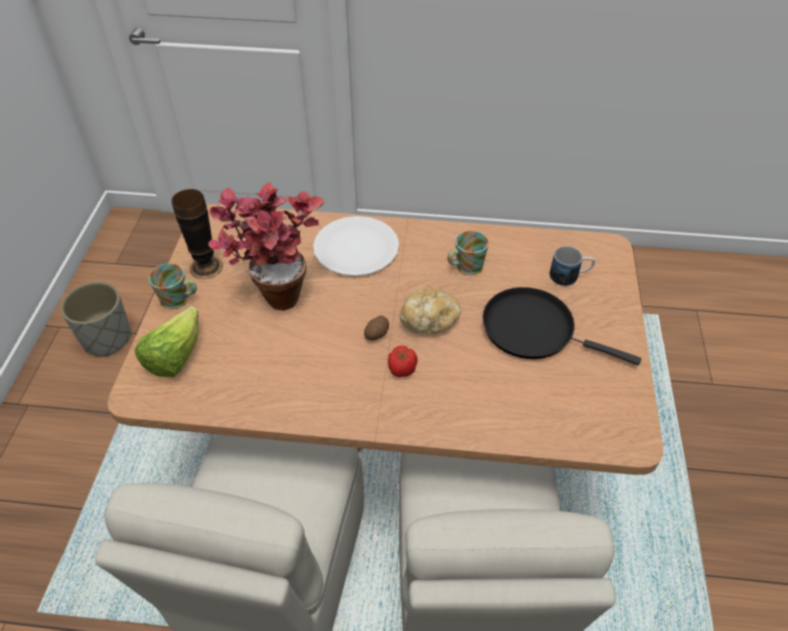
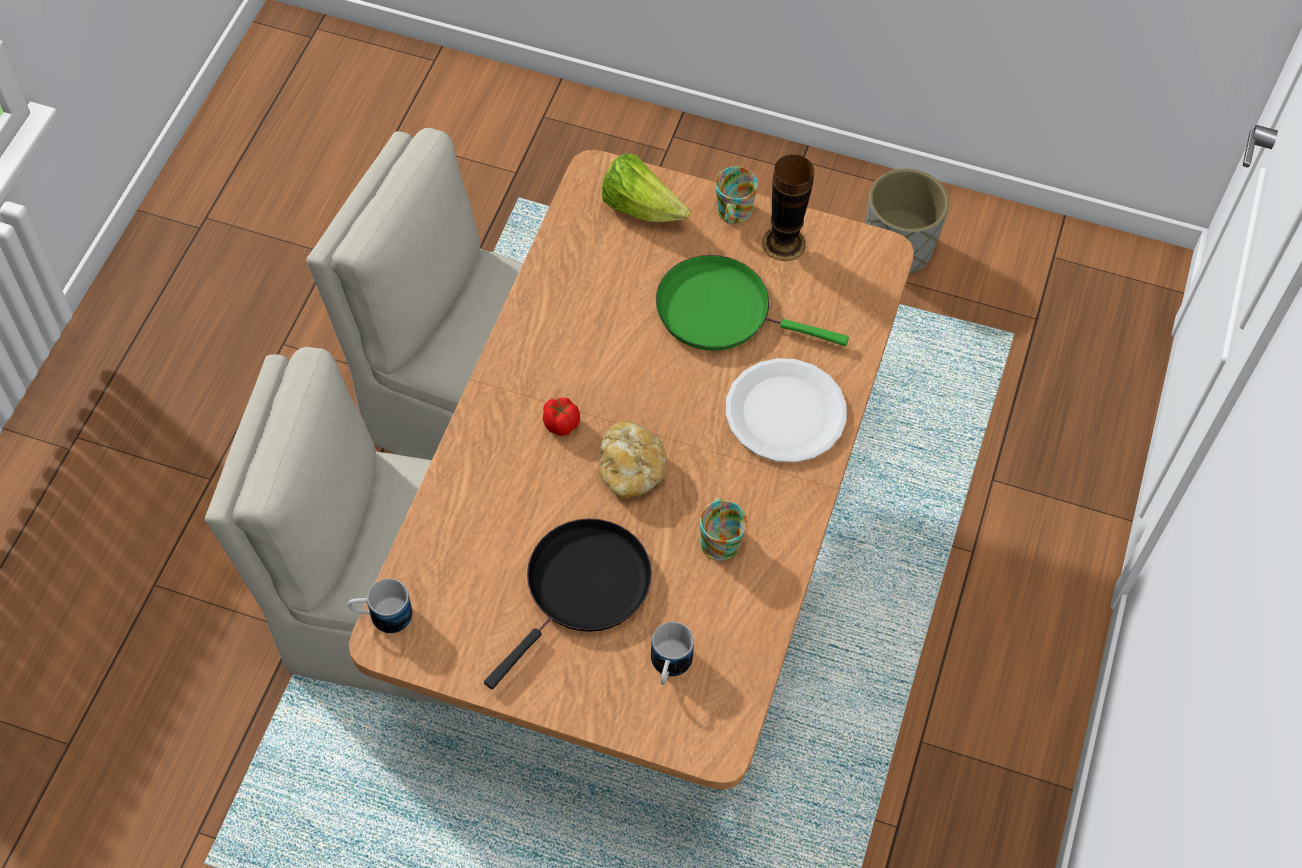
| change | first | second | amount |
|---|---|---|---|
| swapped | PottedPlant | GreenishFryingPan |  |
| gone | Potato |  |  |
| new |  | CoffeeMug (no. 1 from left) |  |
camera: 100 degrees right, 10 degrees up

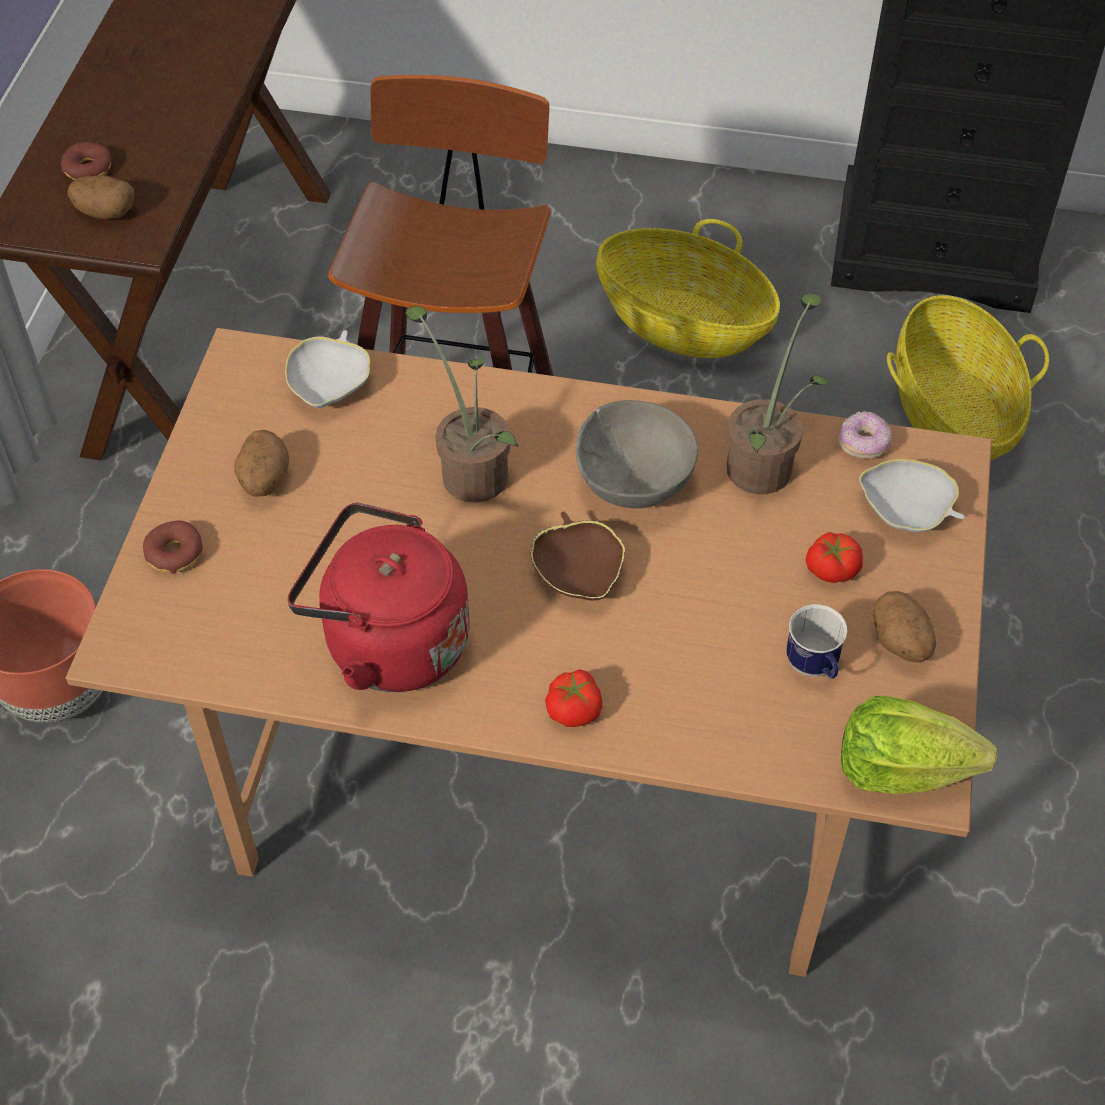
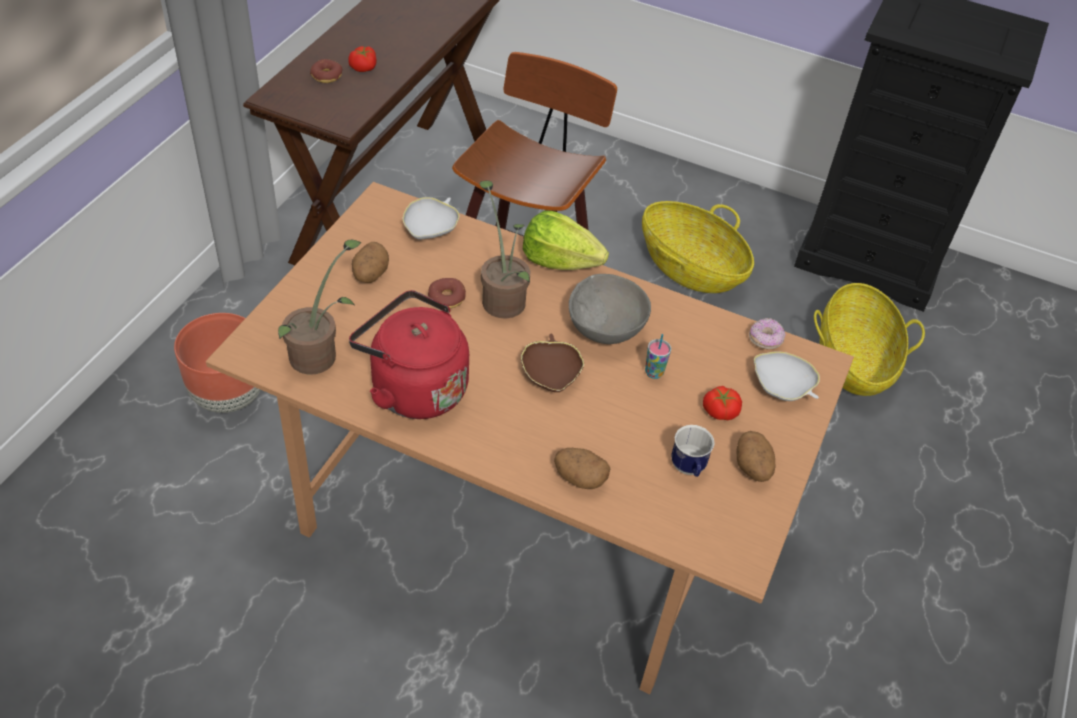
| change | first | second | amount |
|---|---|---|---|
| shifted | Potato (no. 1 from left in the first image) | Potato (no. 2 from left) |  |
| shifted | PottedPlant (no. 2 from left in the first image) | PottedPlant (no. 1 from left) |  |
| shifted | Donut (no. 2 from left) |  |  |
| shifted | Tomato (no. 1 from left) |  |  |
| shifted | HeadOfLettuce |  |  |
| new |  | SmallCup |  |
camera: 10 degrees right, 5 degrees down

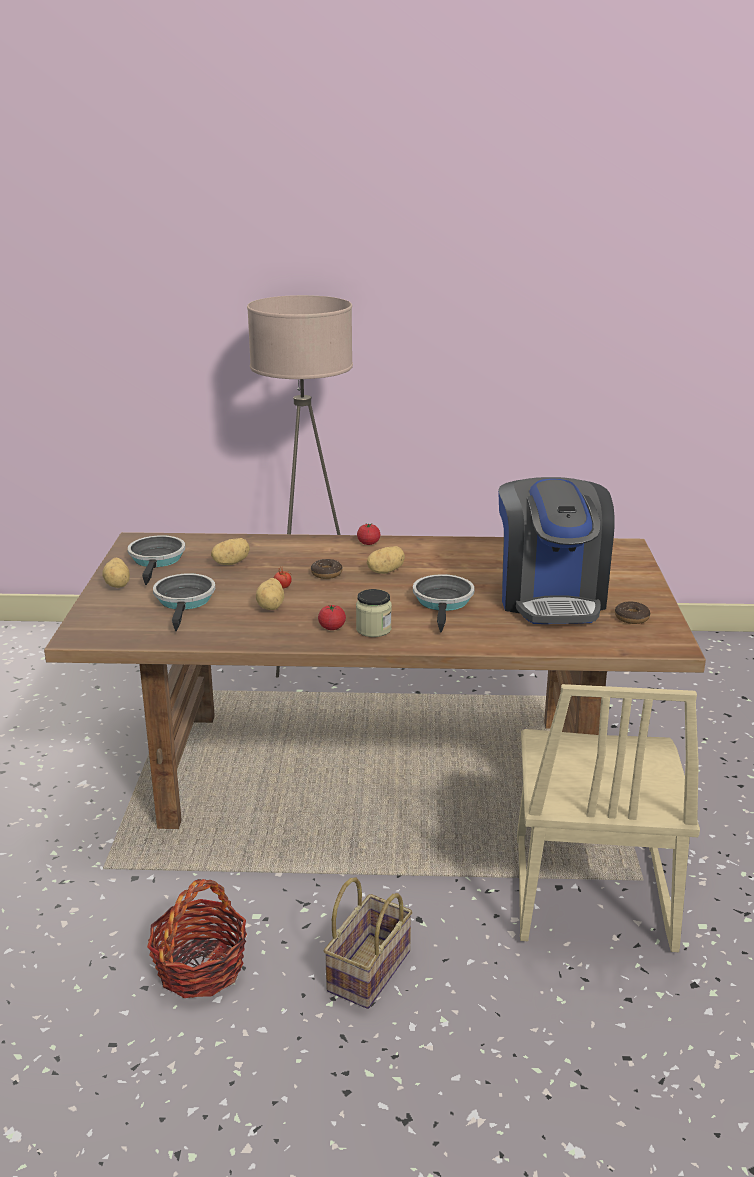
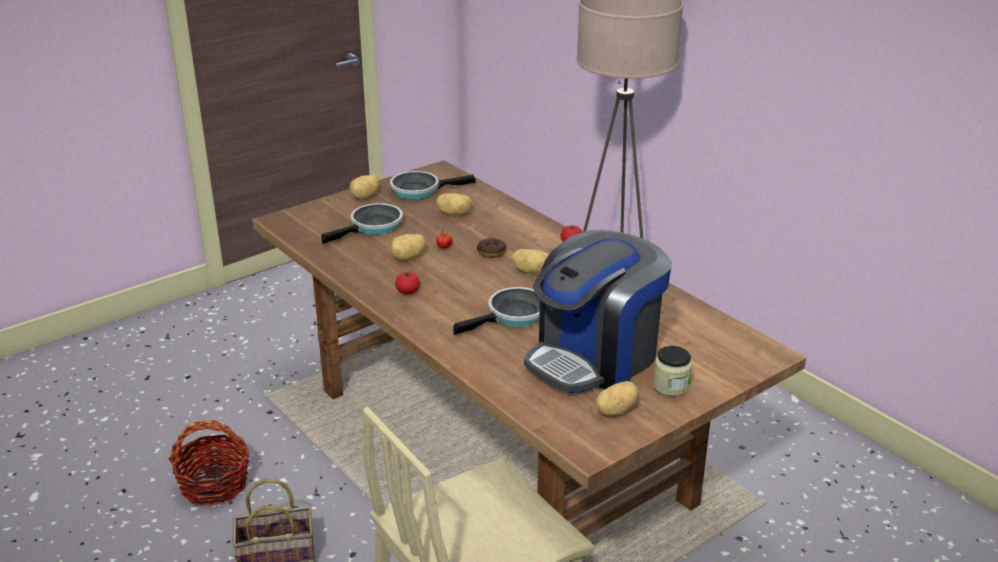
| change | first | second | amount |
|---|---|---|---|
| rotated | FryingPan (no. 1 from left in the first image) | FryingPan (no. 2 from left) | 150 degrees counterclockwise |
| shifted | Jar |  |  |
| swapped | Donut (no. 2 from left) | Potato (no. 5 from left) |  |
camera: 50 degrees right, 5 degrees up

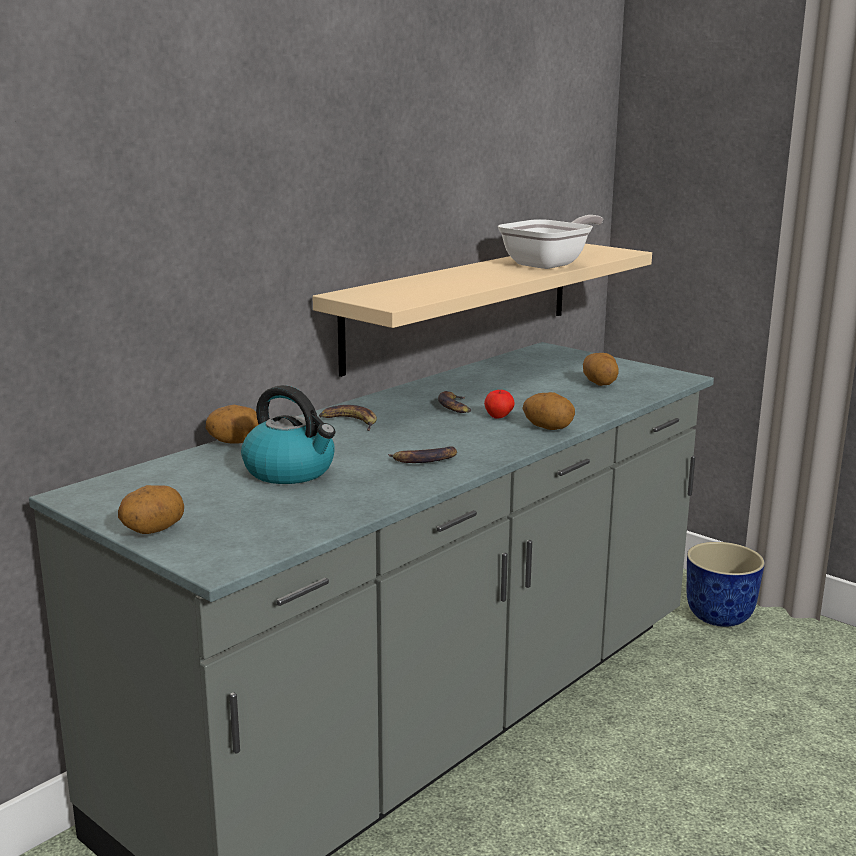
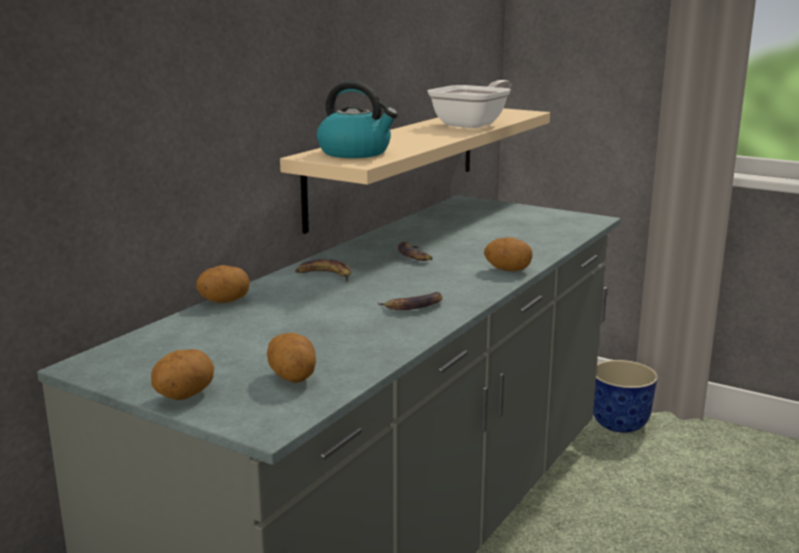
| change | first | second | amount |
|---|---|---|---|
| shifted | Potato (no. 4 from left in the first image) | Potato (no. 3 from left) |  |
| shifted | TeaKettle |  |  |
| gone | WholeApple |  |  |
camera: 10 degrees left, 0 degrees up

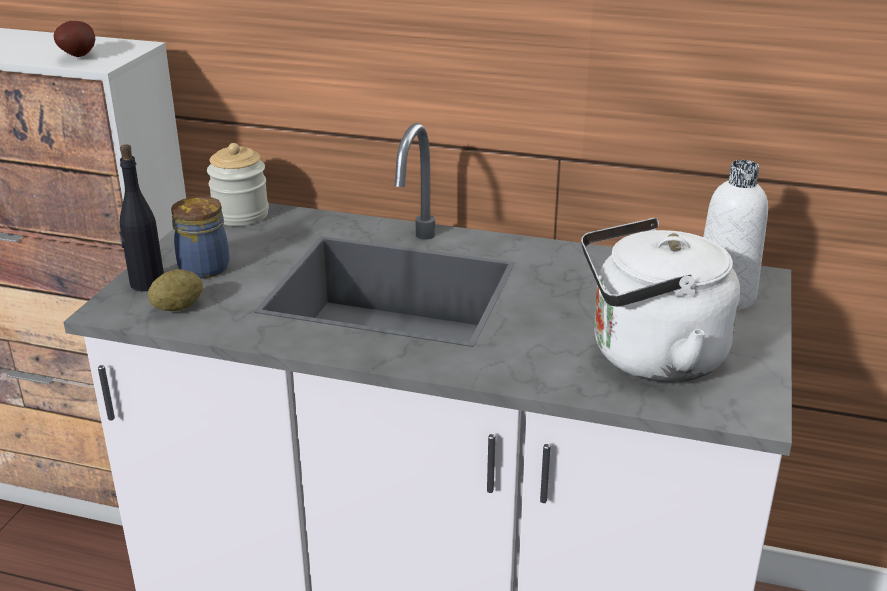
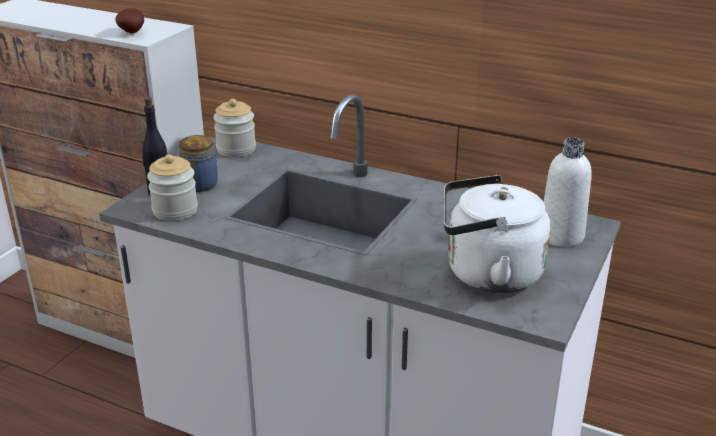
| change | first | second | amount |
|---|---|---|---|
| swapped | Potato (no. 2 from left) | Jar (no. 1 from left) |  |
camera: 10 degrees right, 0 degrees up

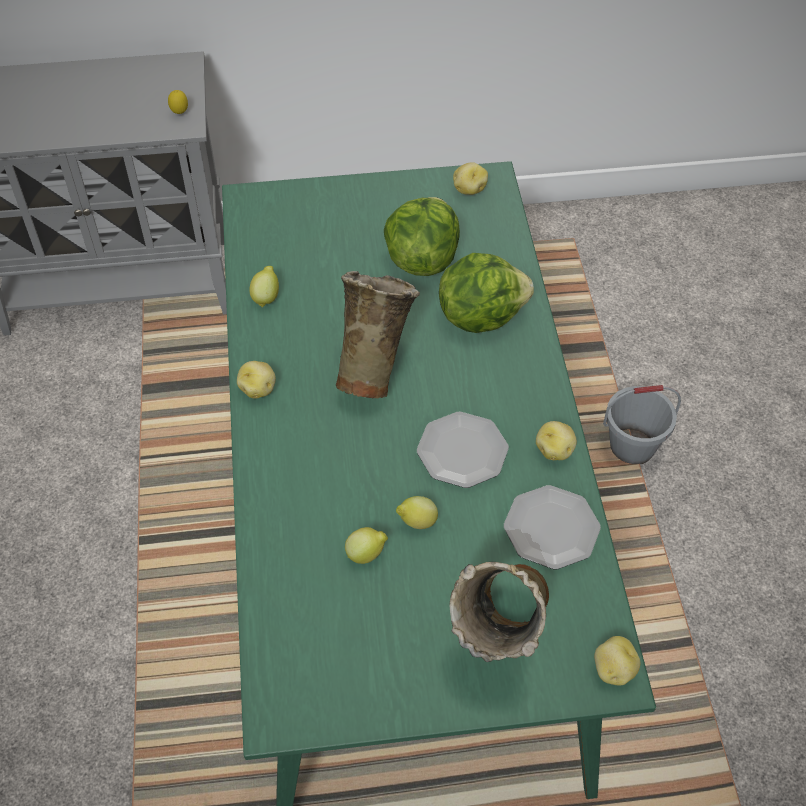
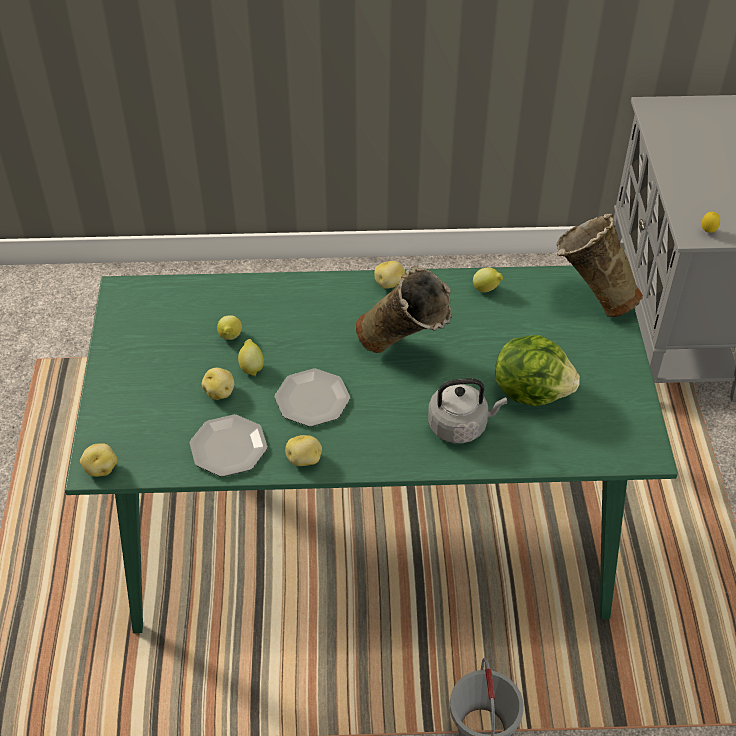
| change | first | second | amount |
|---|---|---|---|
| shifted | Potato (no. 2 from left) |  |  |
| swapped | HeadOfLettuce (no. 2 from left) | GrayTeaKettle |  |
| shifted | BeigeVase (no. 2 from left) |  |  |
camera: 95 degrees right, 5 degrees down

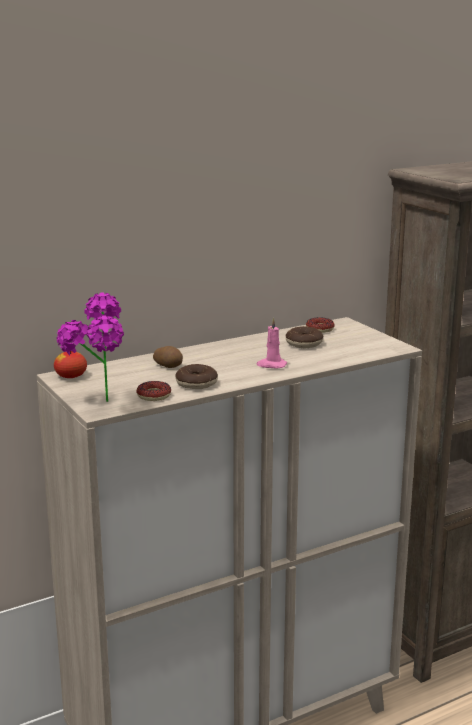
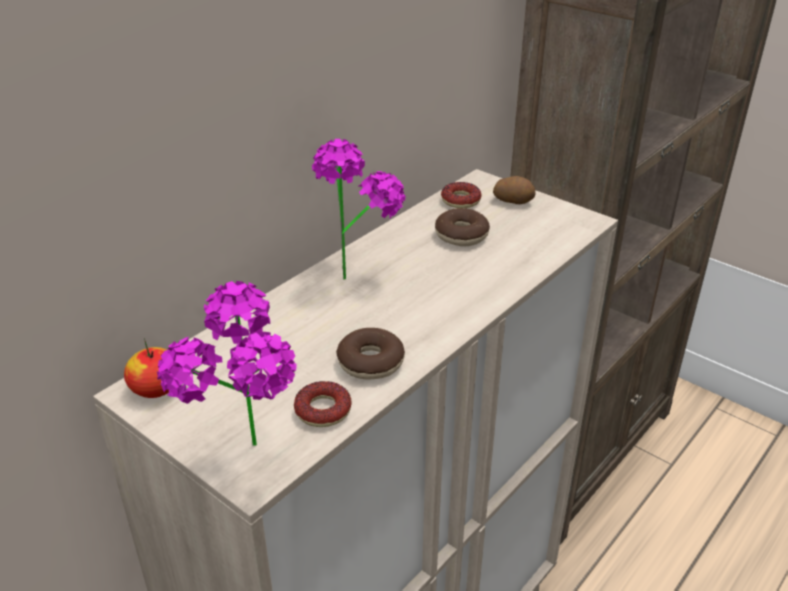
| change | first | second | amount |
|---|---|---|---|
| gone | PinkishWaxLight |  |  |
| shifted | Potato |  |  |
| new |  | PottedPlant (no. 2 from left) |  |
camera: 20 degrees left, 15 degrees up

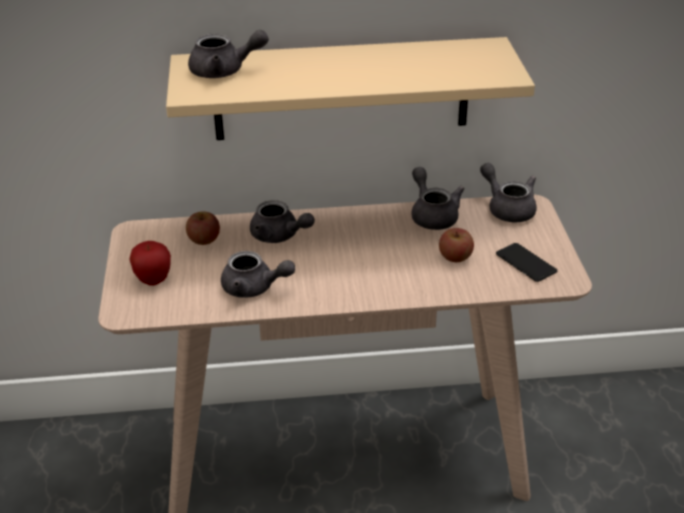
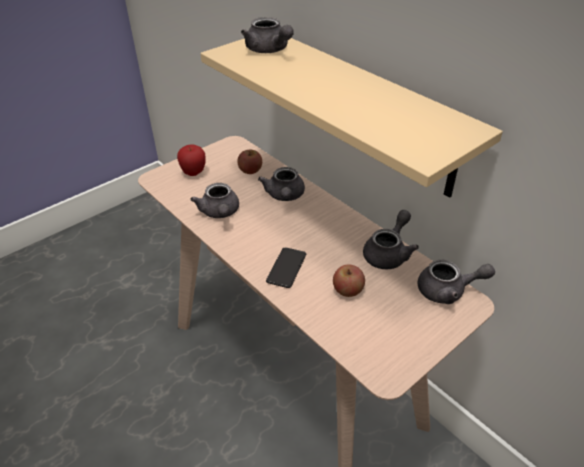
| change | first | second | amount |
|---|---|---|---|
| rotated | GrayPotForTea (no. 5 from left) |  | 75 degrees clockwise |
| shifted | Telephone |  |  |
camera: 55 degrees right, 5 degrees up

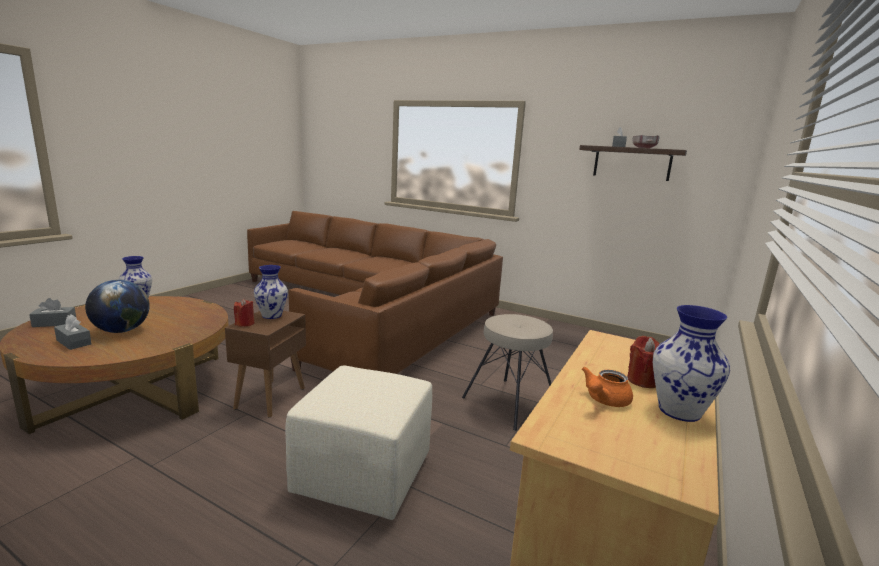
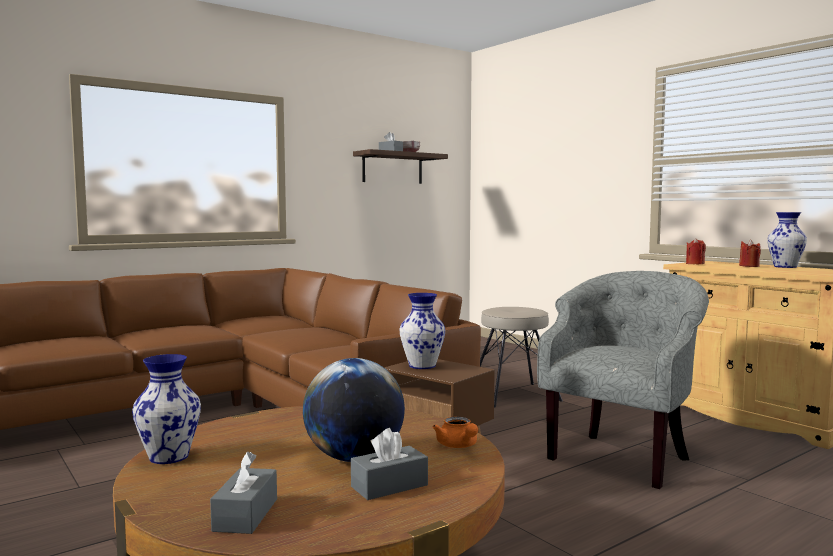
| change | first | second | amount |
|---|---|---|---|
| shifted | RedWaxLight (no. 1 from left) |  |  |
| swapped | BeigePouffe | GrayEasyChair |  |
| shifted | OrangePotForTea |  |  |
camera: 65 degrees left, 10 degrees down

